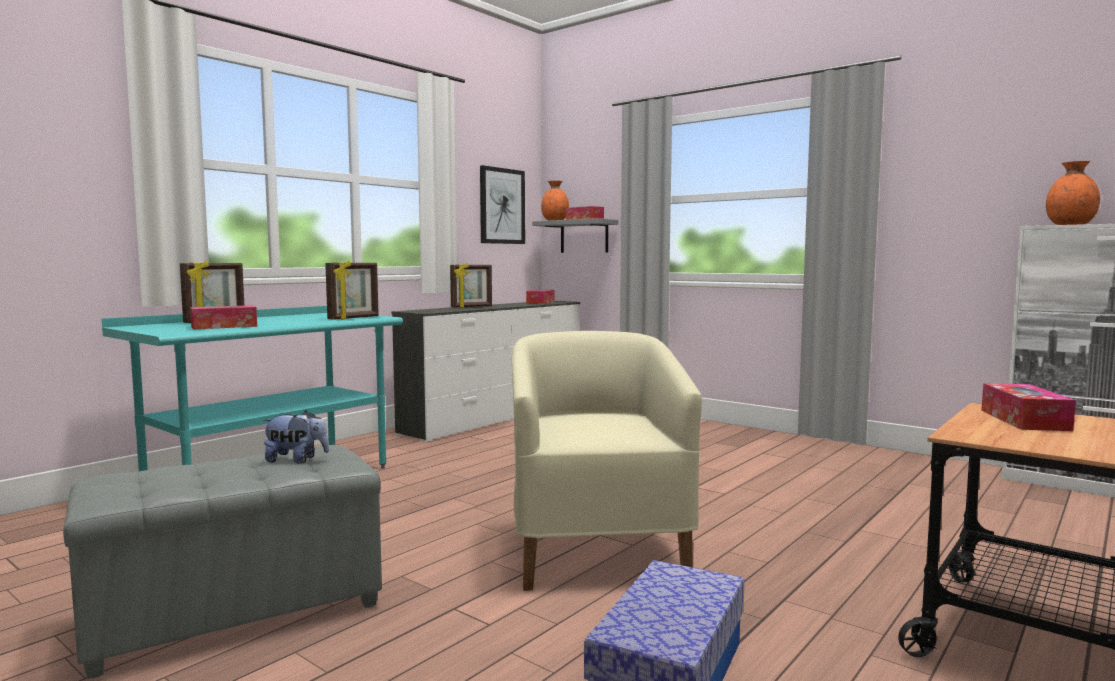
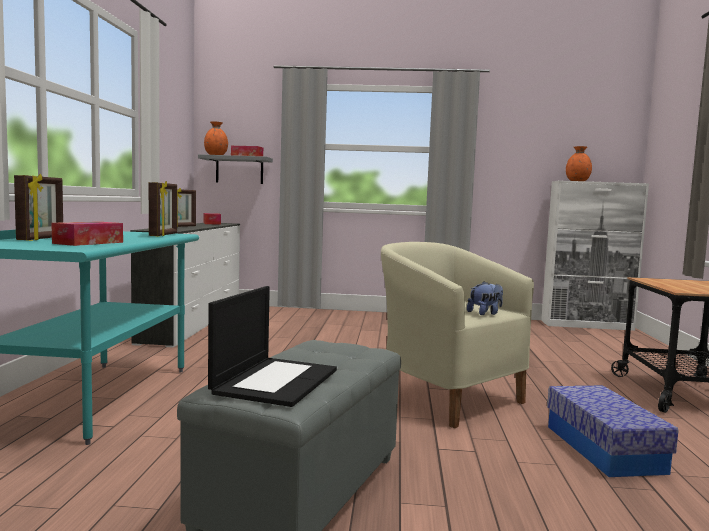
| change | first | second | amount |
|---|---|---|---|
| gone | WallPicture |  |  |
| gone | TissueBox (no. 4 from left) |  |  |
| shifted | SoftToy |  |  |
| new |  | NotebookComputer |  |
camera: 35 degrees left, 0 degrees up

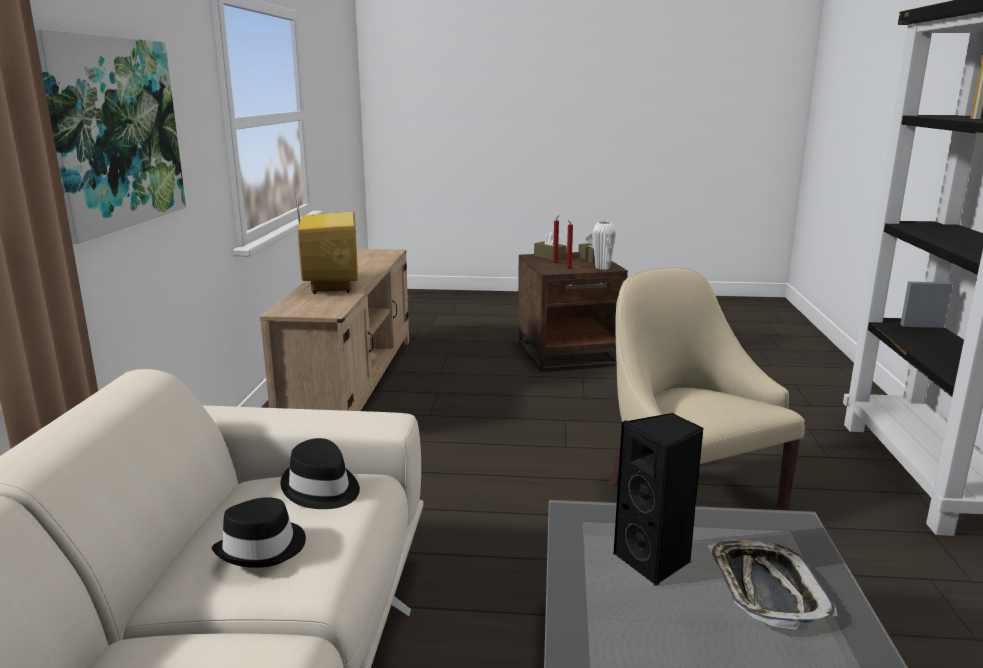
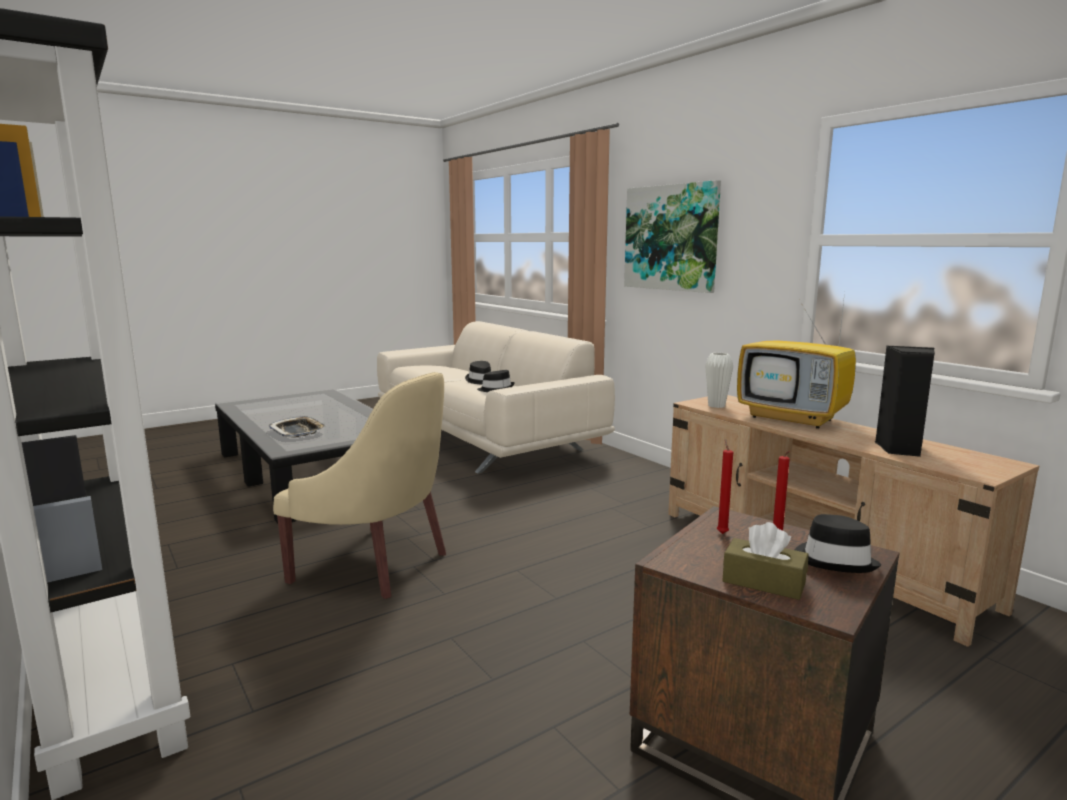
| change | first | second | amount |
|---|---|---|---|
| shifted | WhiteColouredVase |  |  |
| swapped | BrownColouredTissueBox (no. 1 from left) | BlackishClothingHat (no. 3 from left) |  |
| shifted | BlackishSpeaker |  |  |
camera: 140 degrees right, 5 degrees down

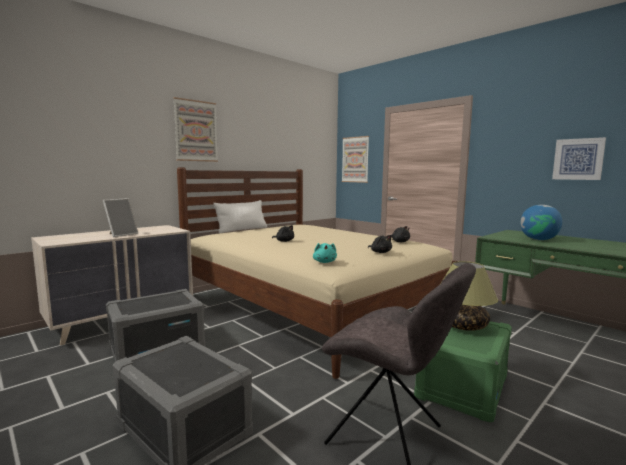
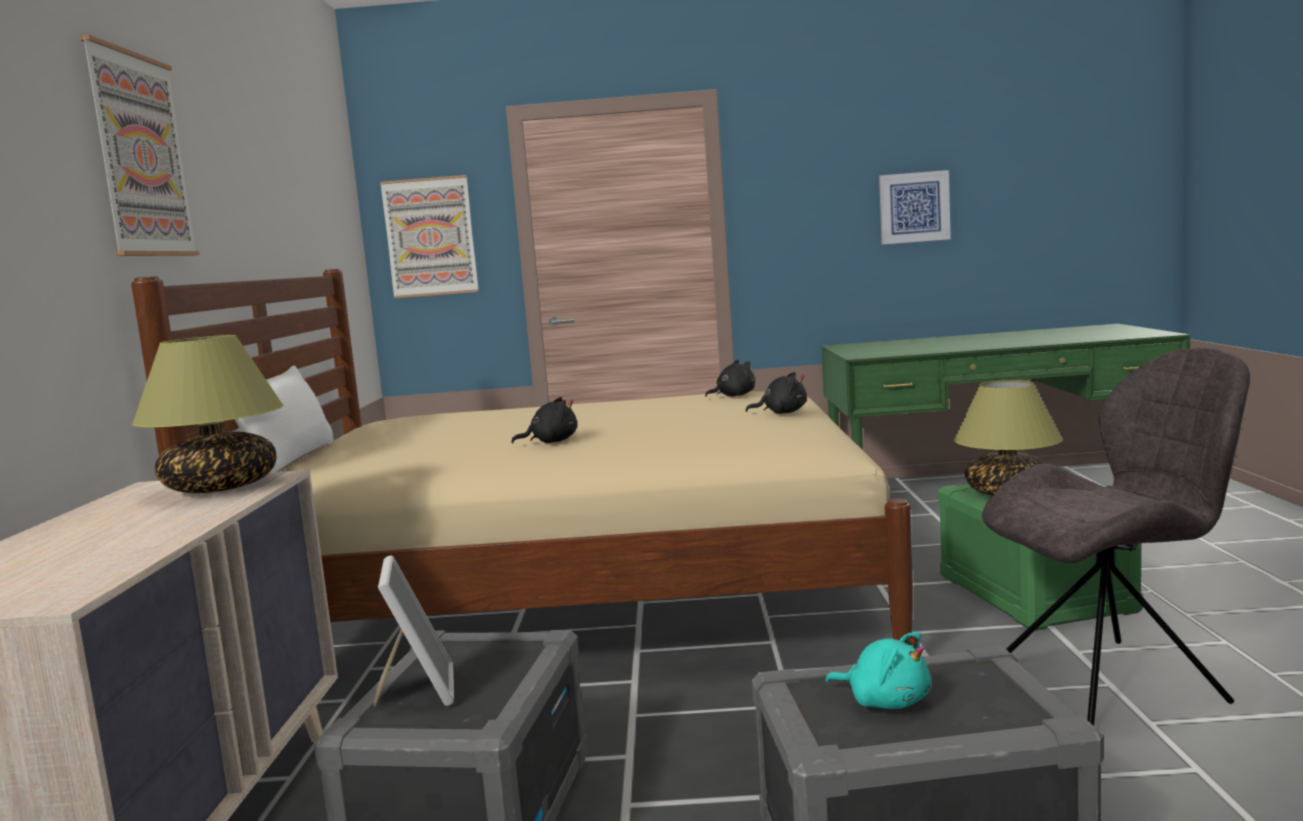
| change | first | second | amount |
|---|---|---|---|
| shifted | PictureFrame |  |  |
| gone | Globe |  |  |
| shifted | TurquoiseColouredSoftToy |  |  |
| new |  | TableLamp (no. 1 from left) |  |
camera: 45 degrees left, 0 degrees up

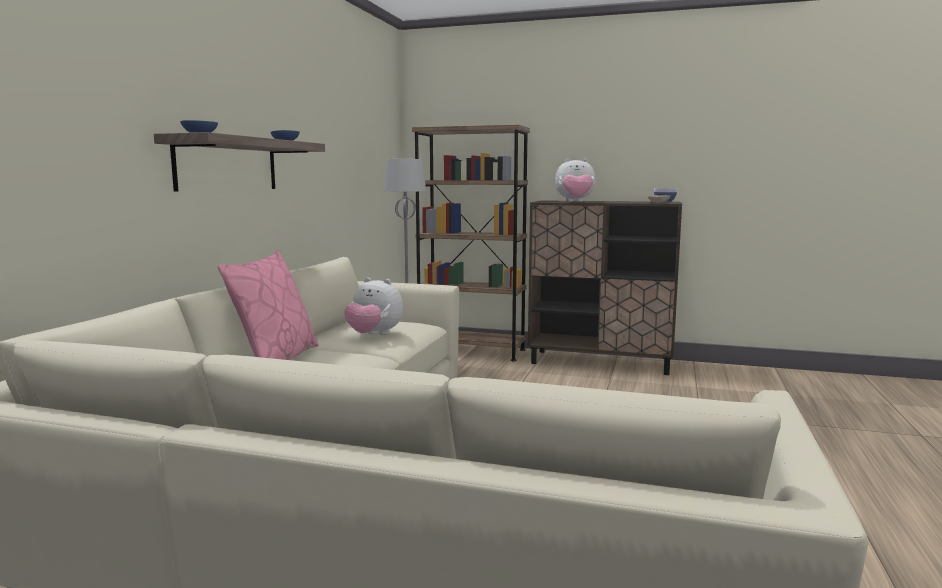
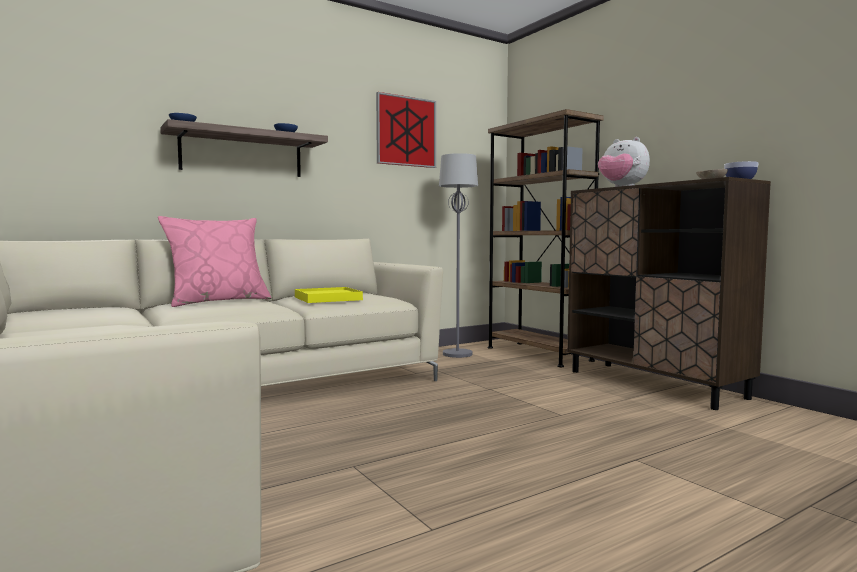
| change | first | second | amount |
|---|---|---|---|
| swapped | SoftToy (no. 1 from left) | YellowColouredCarryingTray |  |
| new |  | WallPicture |  |
camera: 40 degrees right, 5 degrees down

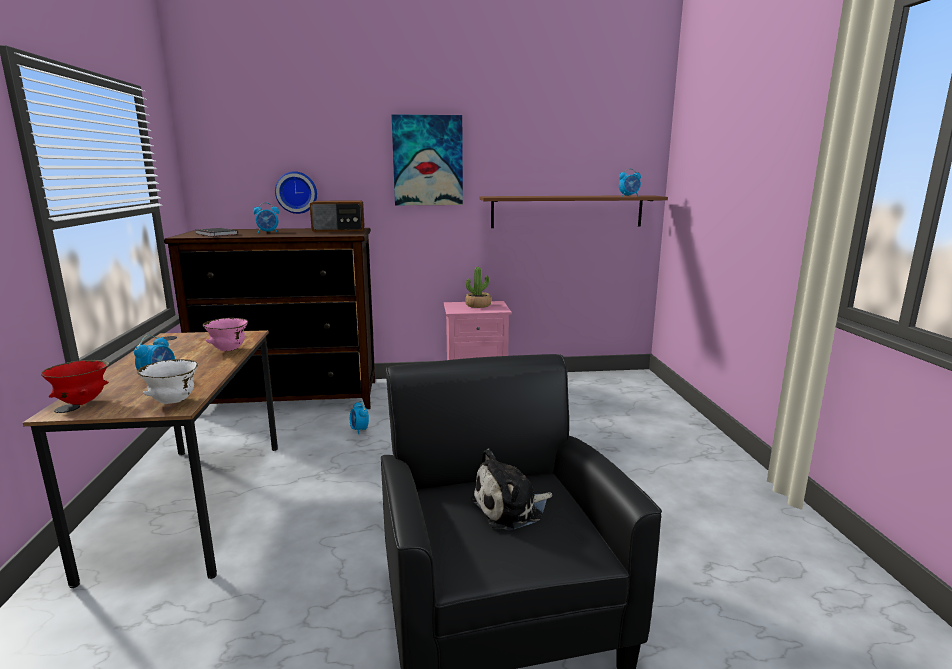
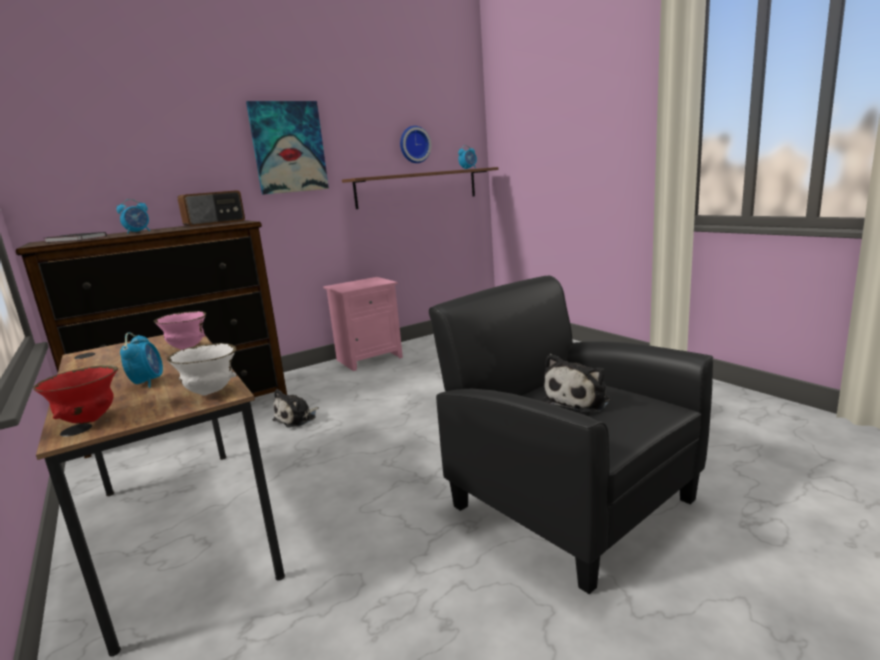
| change | first | second | amount |
|---|---|---|---|
| shifted | WallClock |  |  |
| gone | PottedPlant |  |  |
| swapped | TableClock (no. 3 from left) | SoftToy (no. 1 from left) |  |
camera: 25 degrees left, 0 degrees up

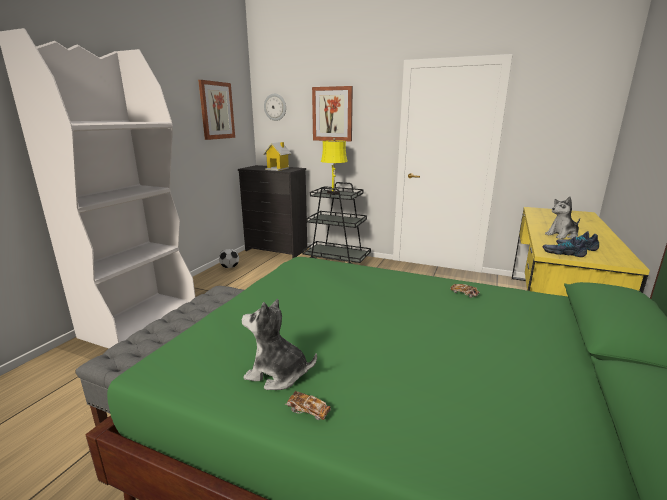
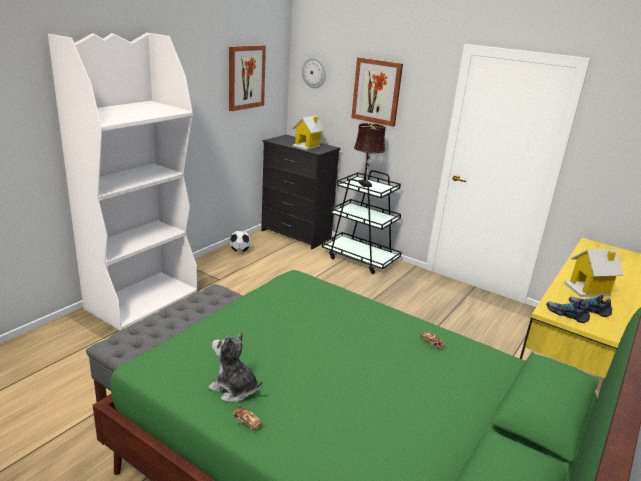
| change | first | second | amount |
|---|---|---|---|
| repainted | YellowColouredTableLamp | BrownColouredTableLamp |  |
| swapped | SoftToy (no. 2 from left) | ToyHouse (no. 2 from left) |  |
camera: 10 degrees right, 5 degrees up

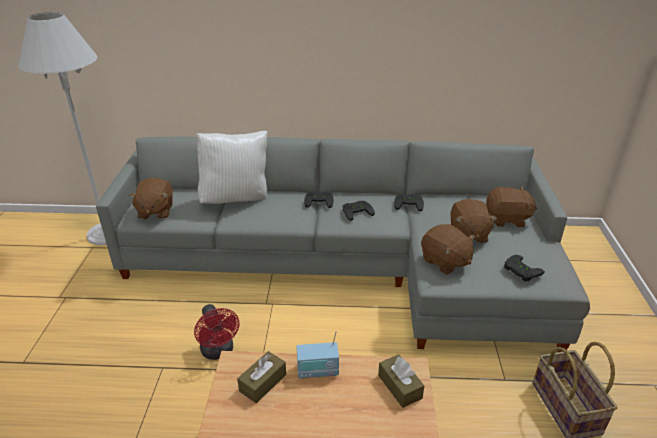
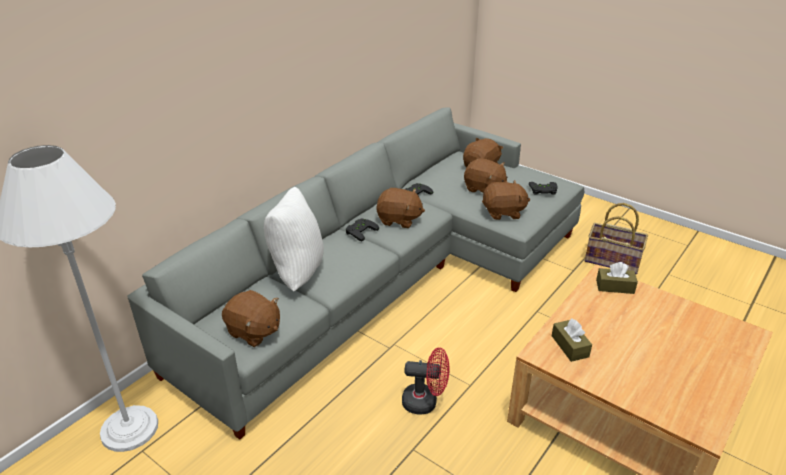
| change | first | second | amount |
|---|---|---|---|
| swapped | BlackishGameController (no. 2 from left) | BrownColouredSoftToy (no. 2 from left) |  |
| gone | RadioReceiver |  |  |
camera: 55 degrees left, 0 degrees up

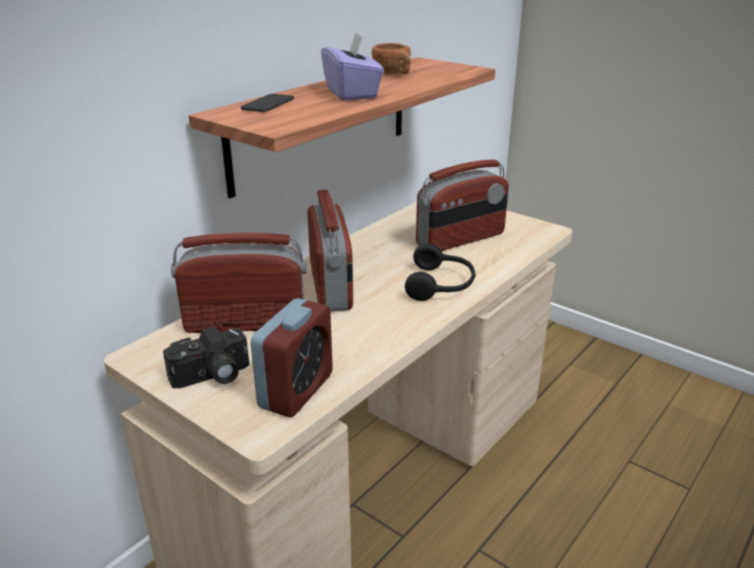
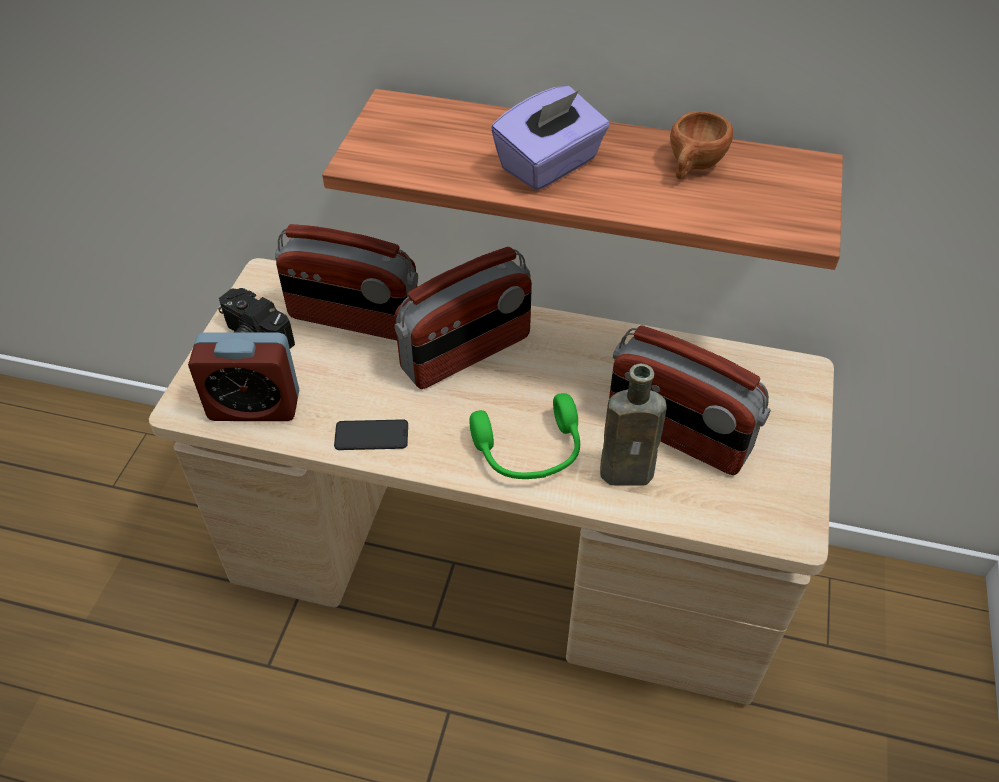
| change | first | second | amount |
|---|---|---|---|
| shifted | Telephone |  |  |
| rotated | RadioReceiver (no. 1 from left) |  | 135 degrees clockwise |
| repainted | BlackishHeadphones | GreenishHeadphones |  |
| new |  | BrownColouredDrinkBottle |  |
camera: 65 degrees right, 20 degrees up

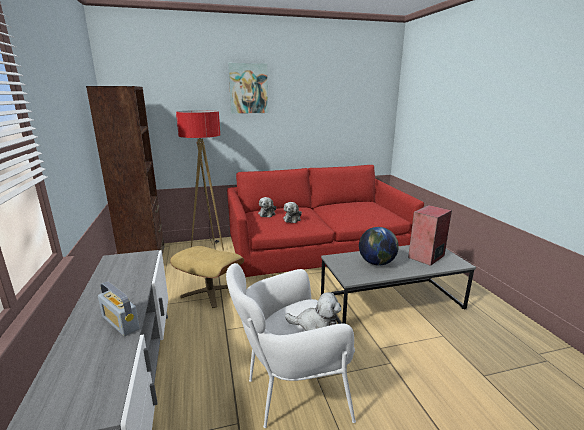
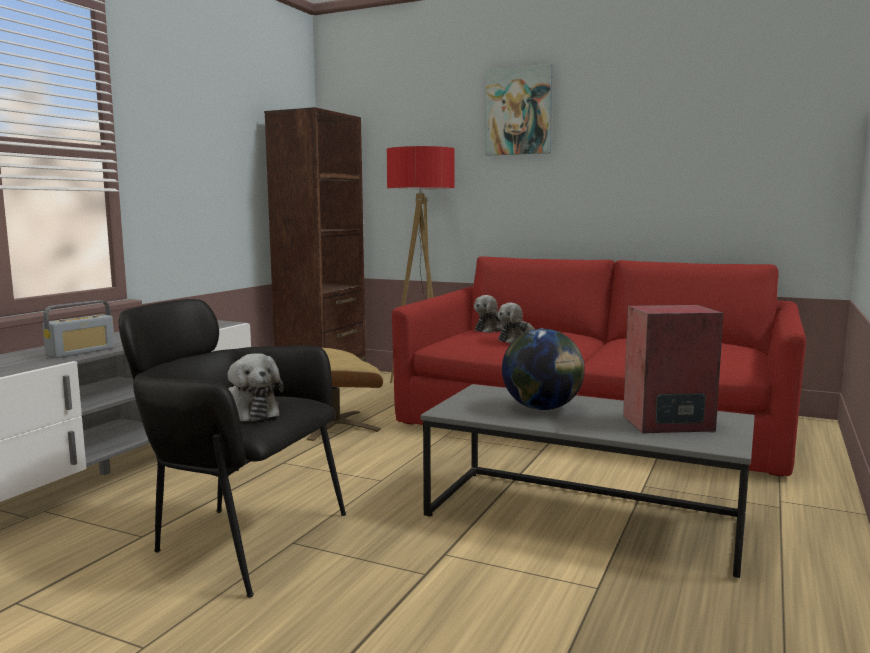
| change | first | second | amount |
|---|---|---|---|
| repainted | WhiteColouredEasyChair | BlackishEasyChair |  |
| rotated | RadioReceiver |  | 135 degrees counterclockwise |
camera: 40 degrees right, 10 degrees down

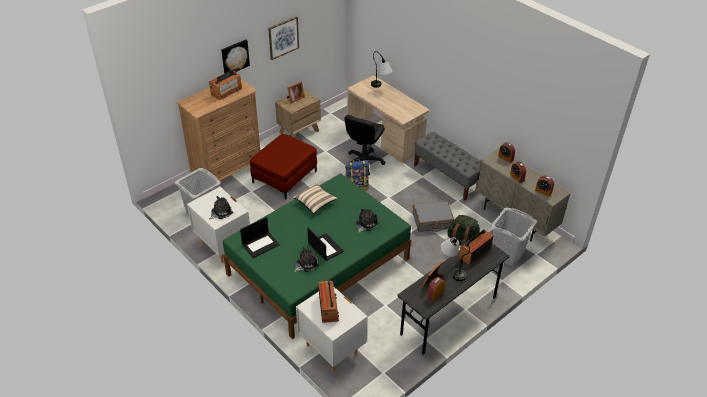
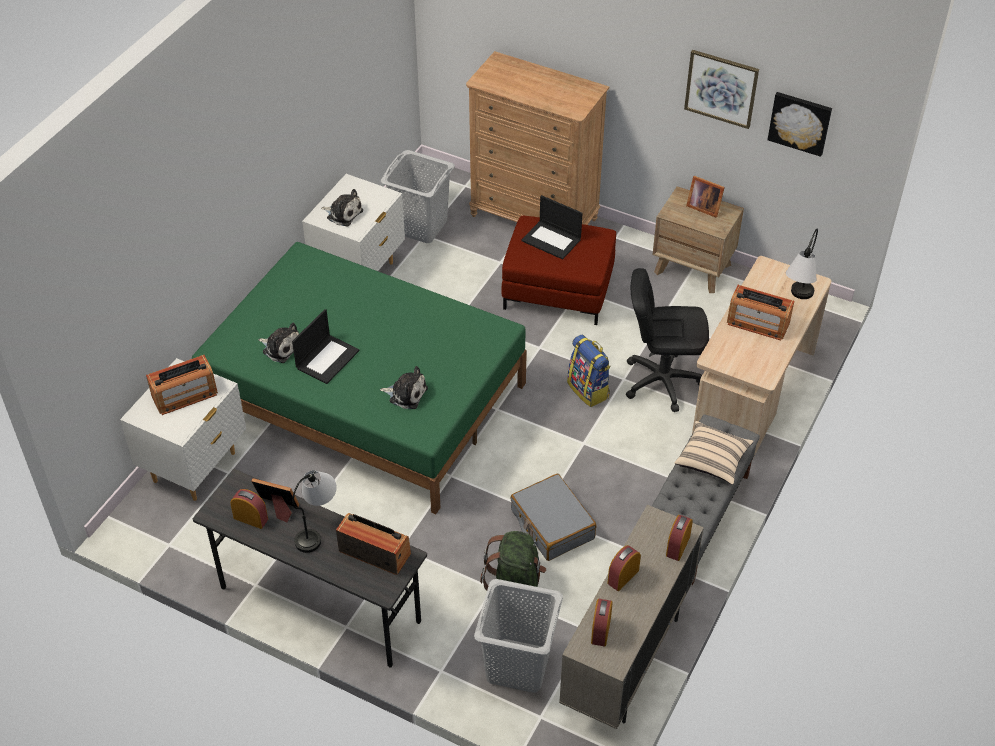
| change | first | second | amount |
|---|---|---|---|
| shifted | WallPicture (no. 1 from left in the first image) | WallPicture (no. 2 from left) |  |
| shifted | RadioReceiver (no. 1 from left in the first image) | RadioReceiver (no. 3 from left) |  |
| shifted | BeigeCushion |  |  |
| shifted | NotebookComputer (no. 1 from left in the first image) | NotebookComputer (no. 2 from left) |  |
camera: 70 degrees right, 5 degrees up

